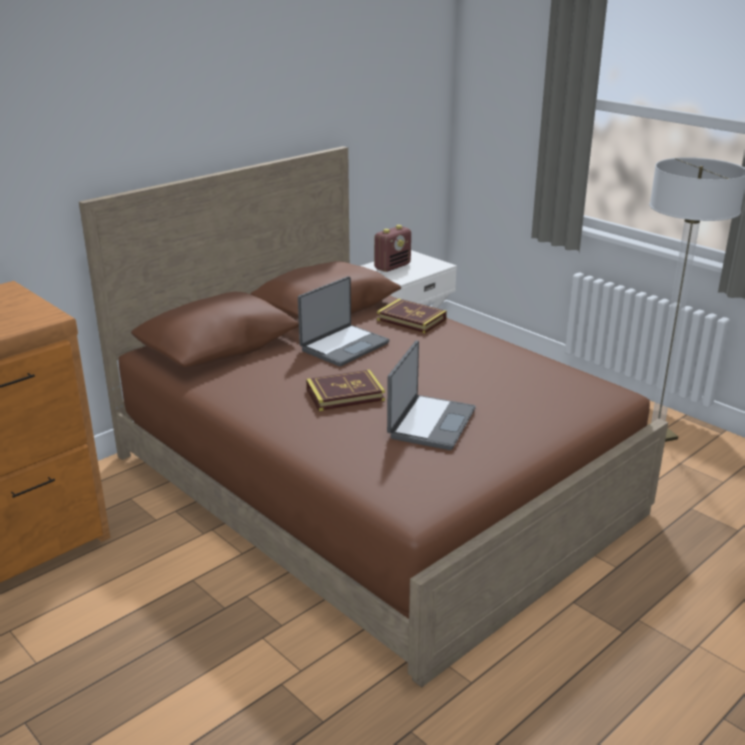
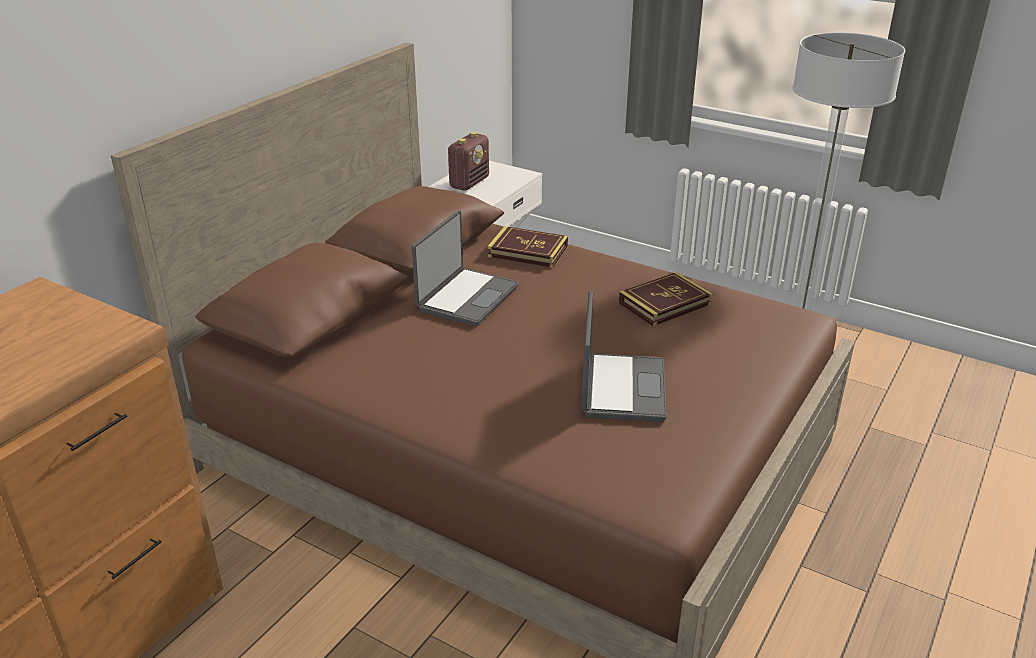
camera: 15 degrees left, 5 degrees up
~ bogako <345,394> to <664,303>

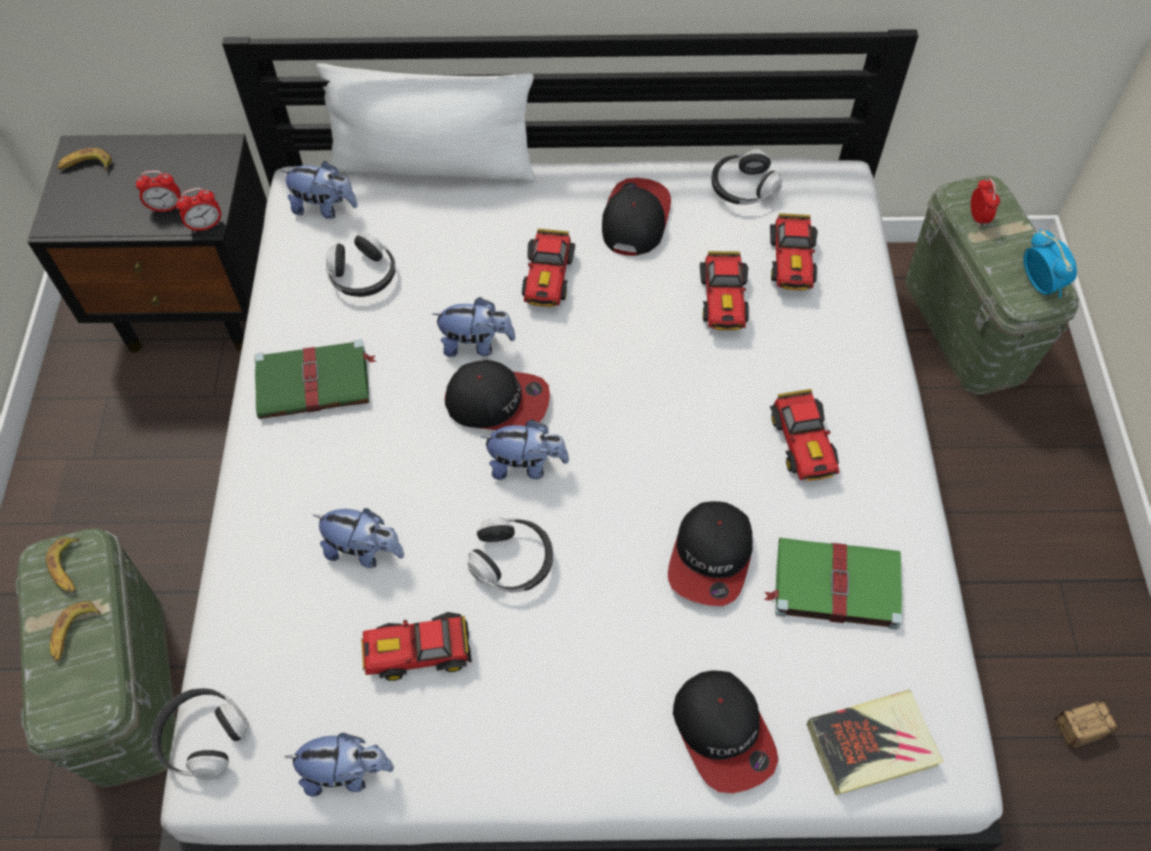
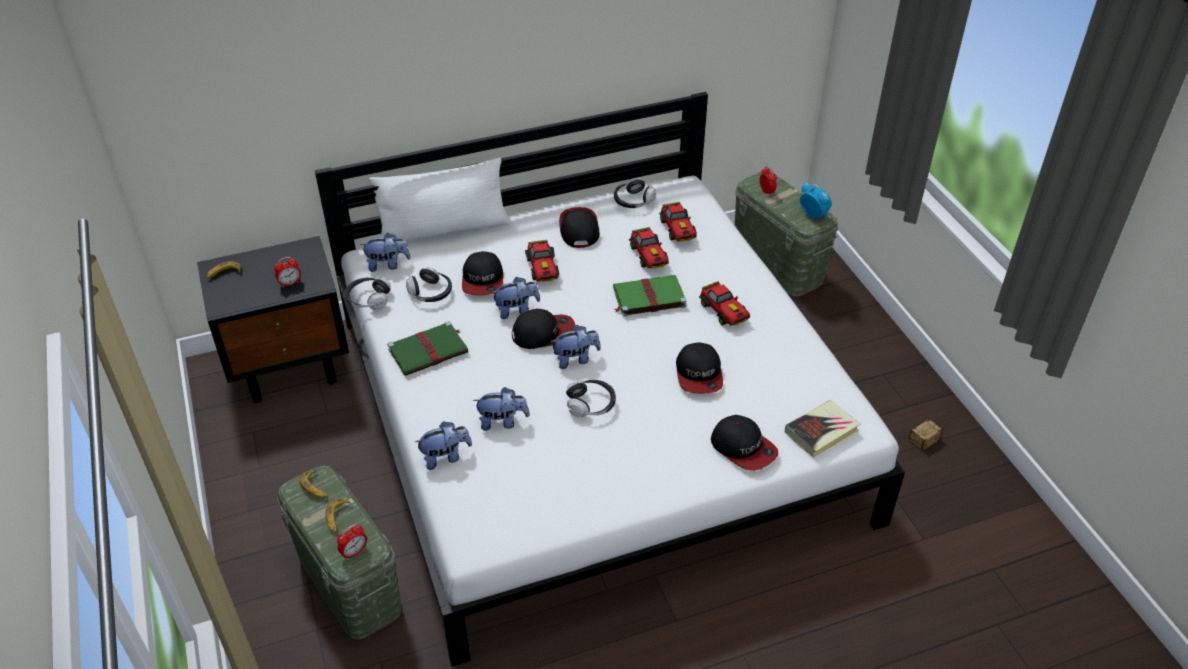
camera: 20 degrees left, 15 degrees down
~ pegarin <206,226> to <354,552>
~ green bogako <834,584> to <648,297>
- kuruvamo <417,652>
~ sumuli <203,737> to <368,299>
~ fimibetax <347,772> to <445,457>
+ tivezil <483,280>

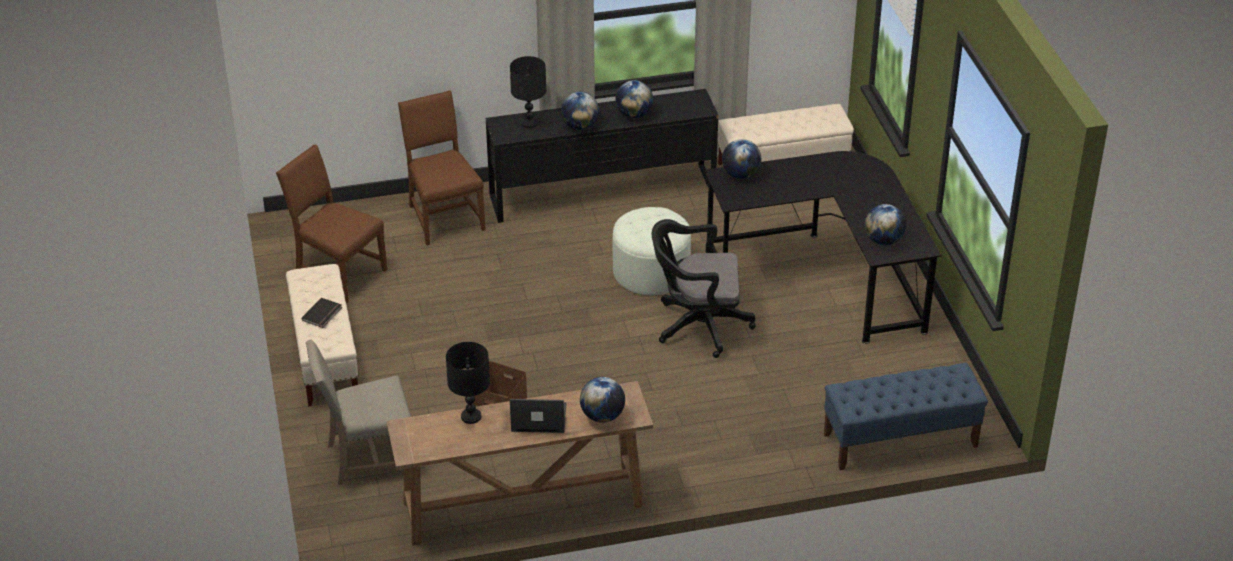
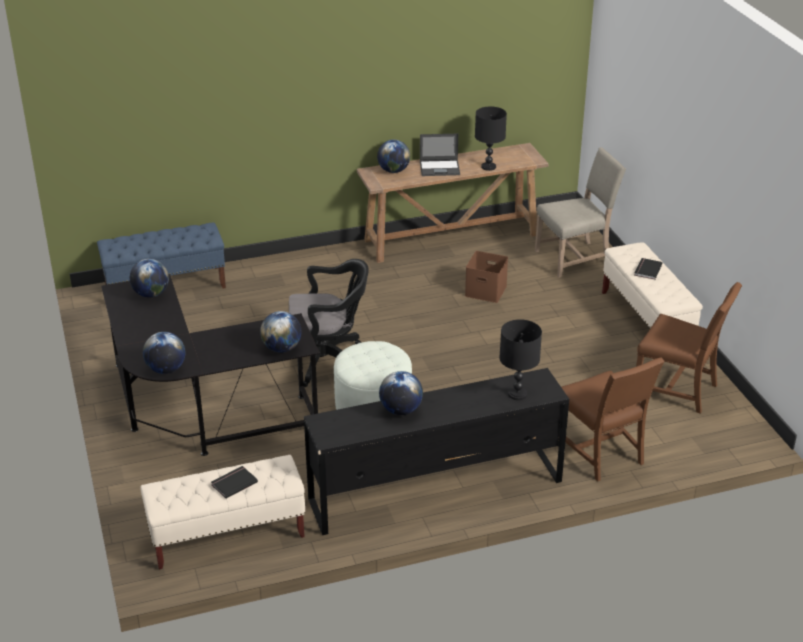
camera: 175 degrees right, 5 degrees down
~ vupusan <580,126> to <166,369>
+ black bogako <233,483>

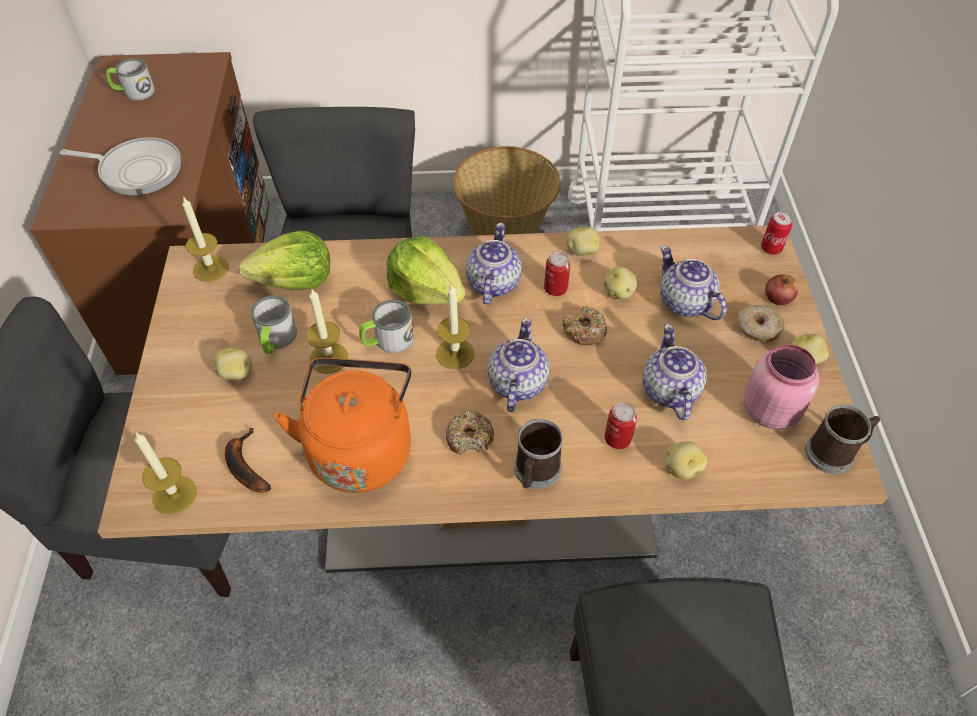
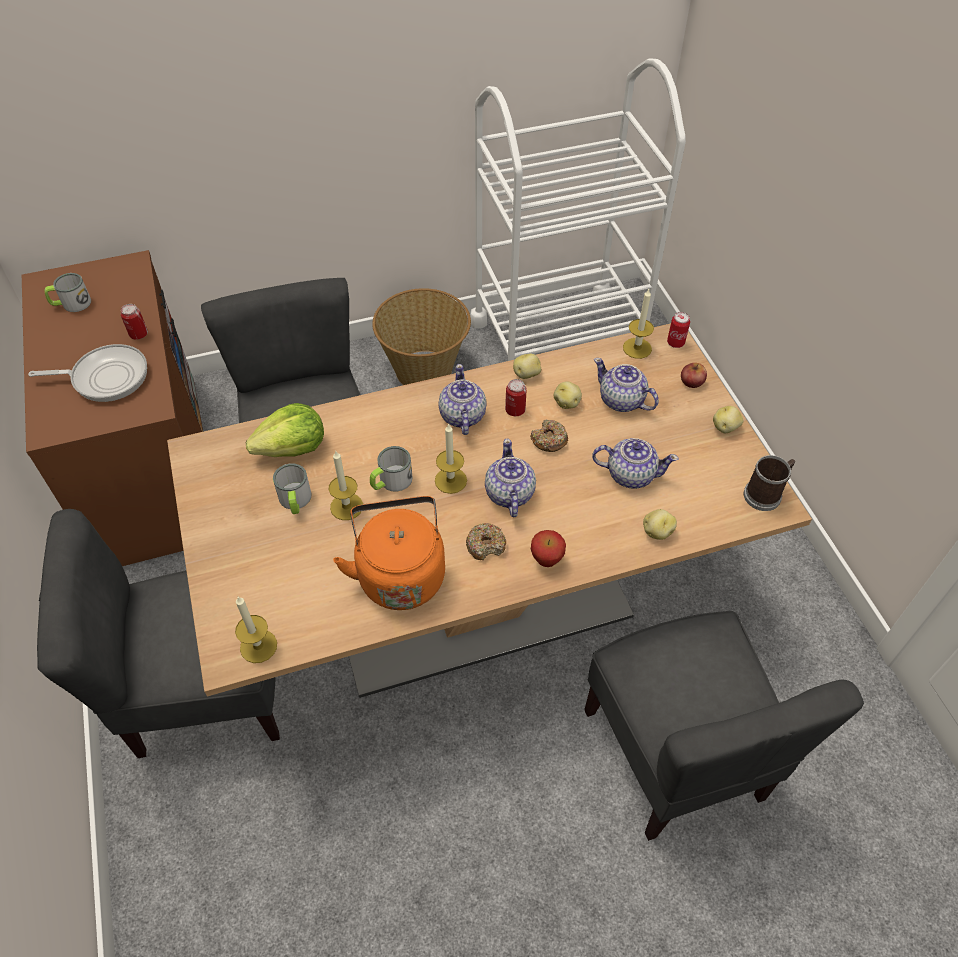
camera: 15 degrees left, 0 degrees up
~ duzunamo <210,268> to <637,348>
- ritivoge <426,289>
- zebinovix <757,328>
~ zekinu <669,391> = <630,474> 120 degrees clockwise
- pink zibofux <768,409>
- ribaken <236,373>
~ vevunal <617,439> to <138,334>
~ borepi <535,472> to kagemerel <546,560>
- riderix <244,466>

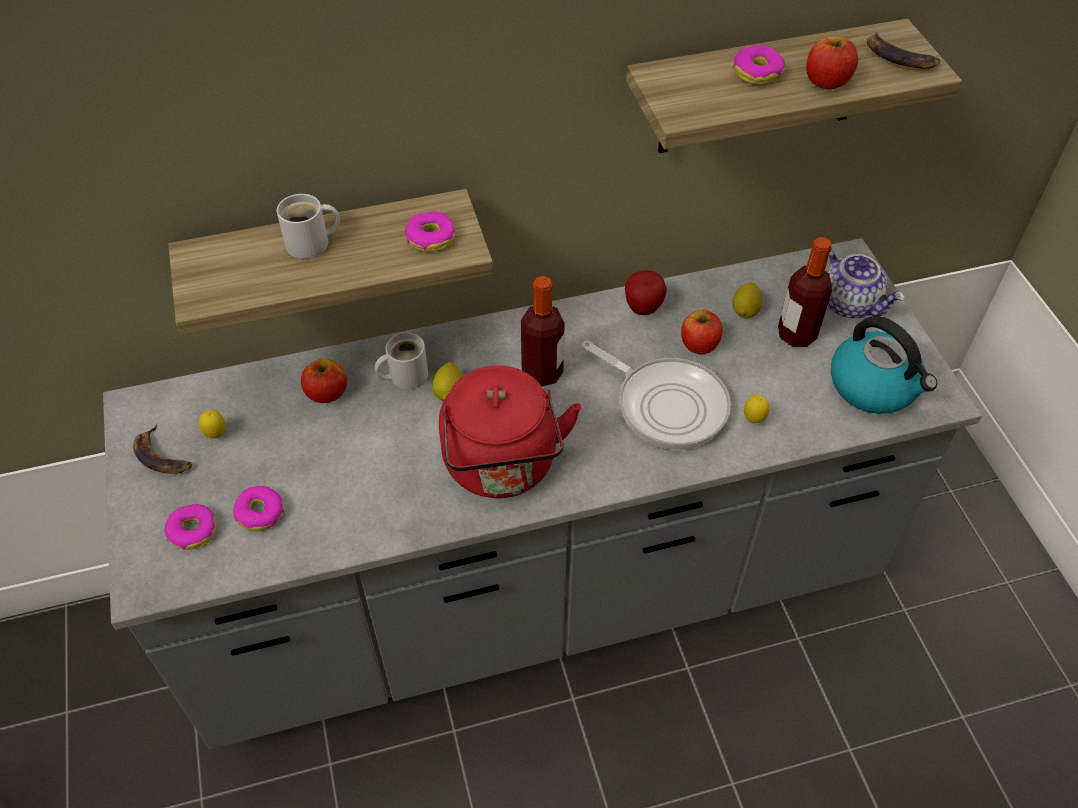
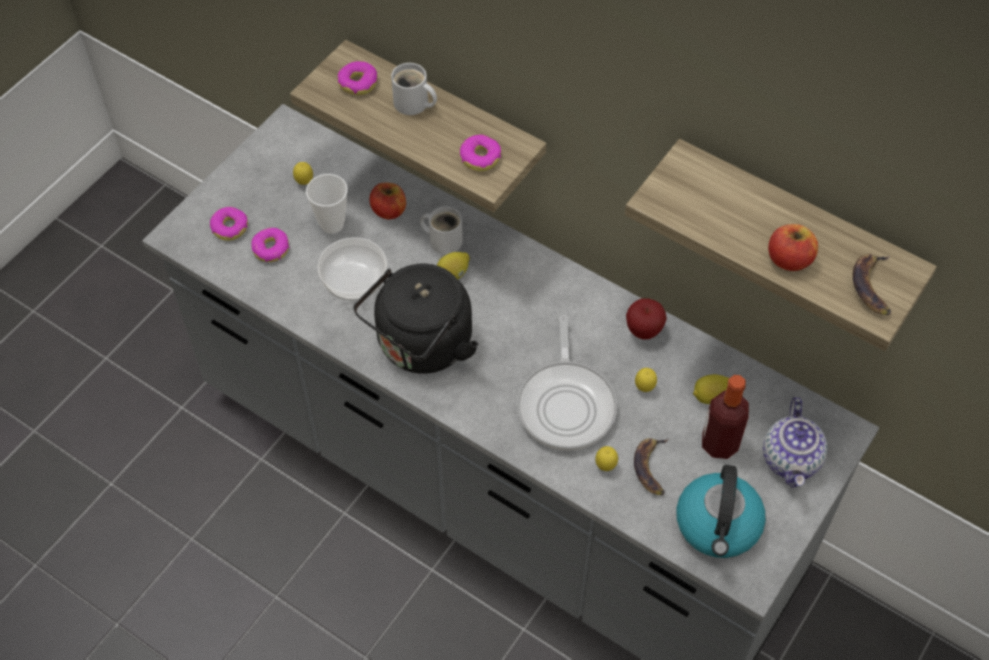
camera: 50 degrees right, 5 degrees up
~ zebinovix <757,72> to <358,83>
- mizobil <542,373>
~ kagemerel <699,344> to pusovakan <644,388>
~ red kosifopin <502,467> to black kosifopin <421,347>
~ riderix <162,456> to <651,468>
+ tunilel <332,224>
+ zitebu <353,280>

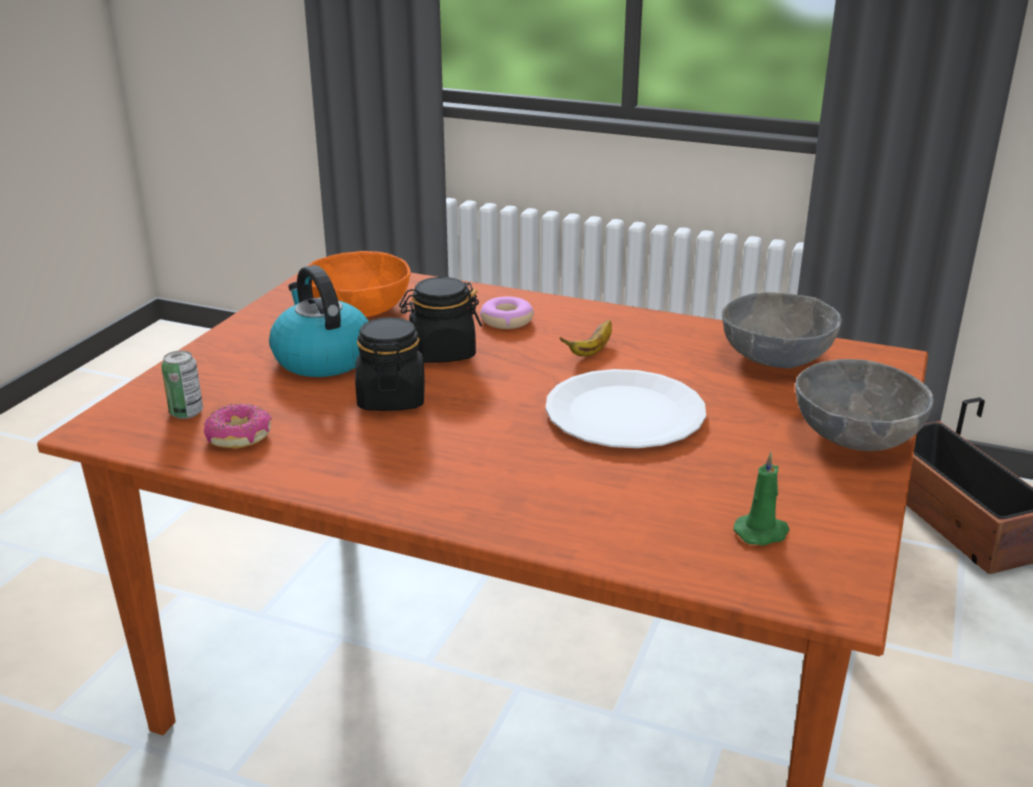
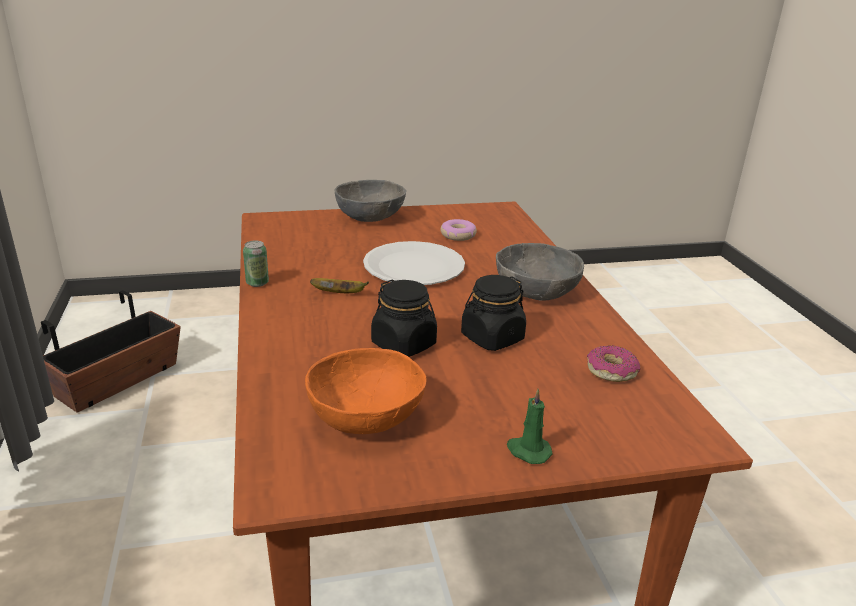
camera: 125 degrees left, 0 degrees up
- kosifopin <321,358>
~ grey zitebu <776,357> to <535,291>
~ zebinovix <506,320> to <458,235>
~ vevunal <186,412> to <257,283>
~ green duzunamo <762,532> to <528,451>

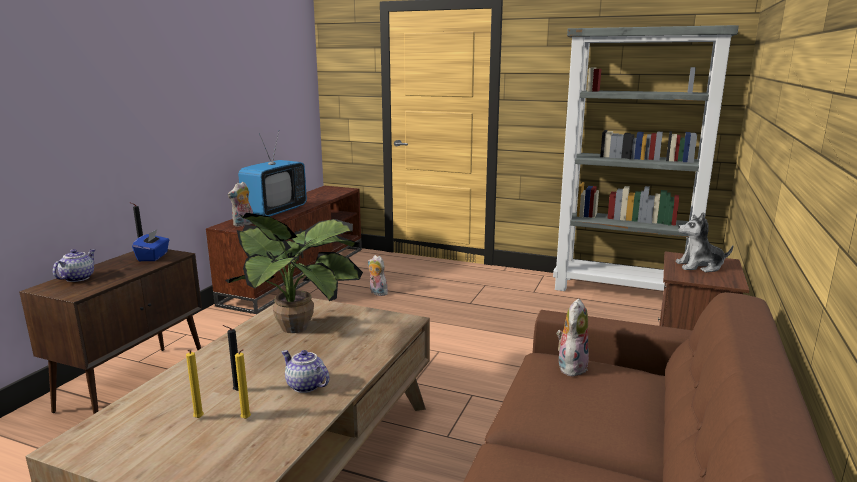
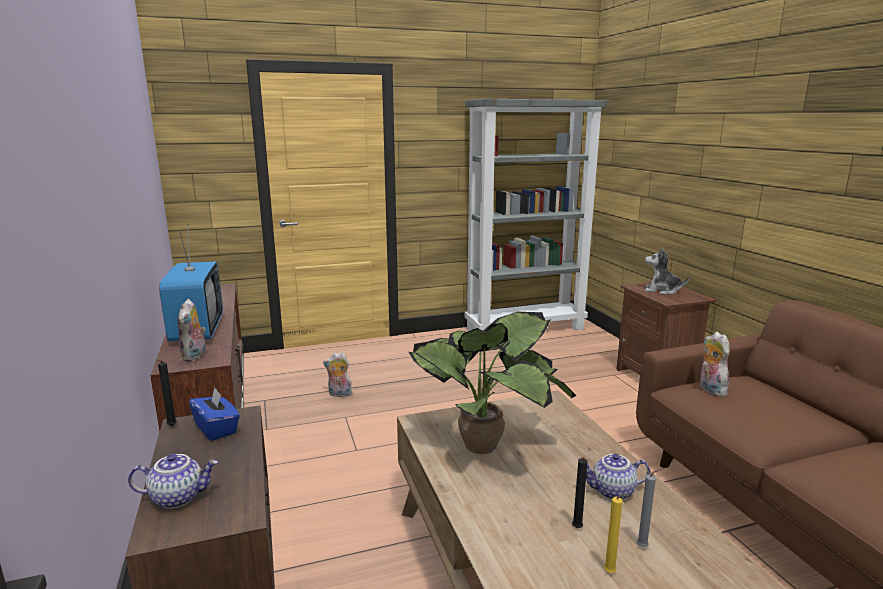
camera: 40 degrees left, 0 degrees up
~ fimibetax <699,266> = <662,291> 60 degrees clockwise
~ zekinu <78,278> = <178,497> 105 degrees clockwise
~ yellow duzunamo <246,419> to grey duzunamo <644,547>

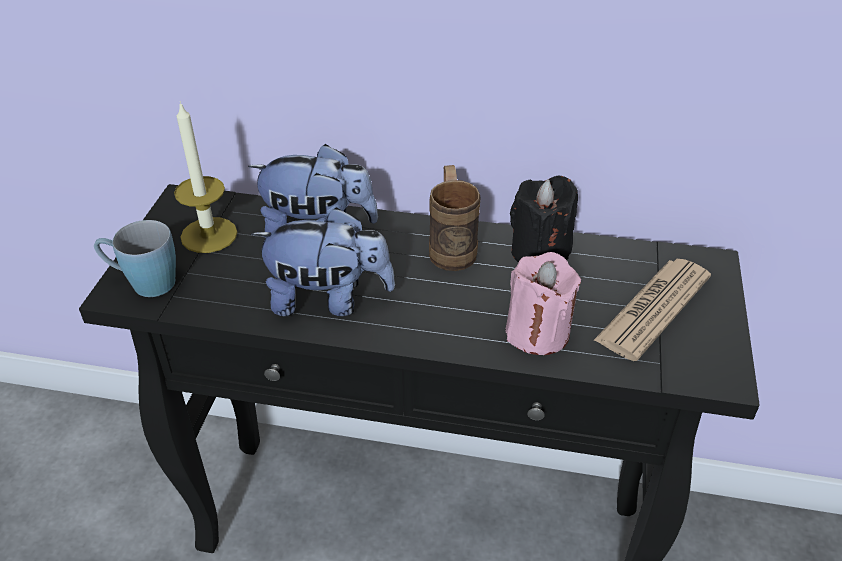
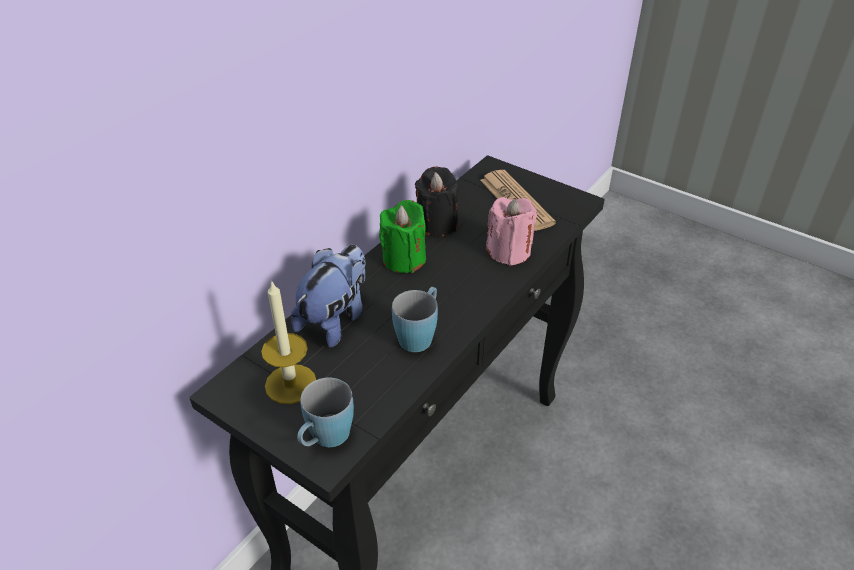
camera: 65 degrees left, 0 degrees up
~ brown borepi <451,247> to green duzunamo <404,259>
~ fimibetax <328,300> to blue borepi <419,334>

